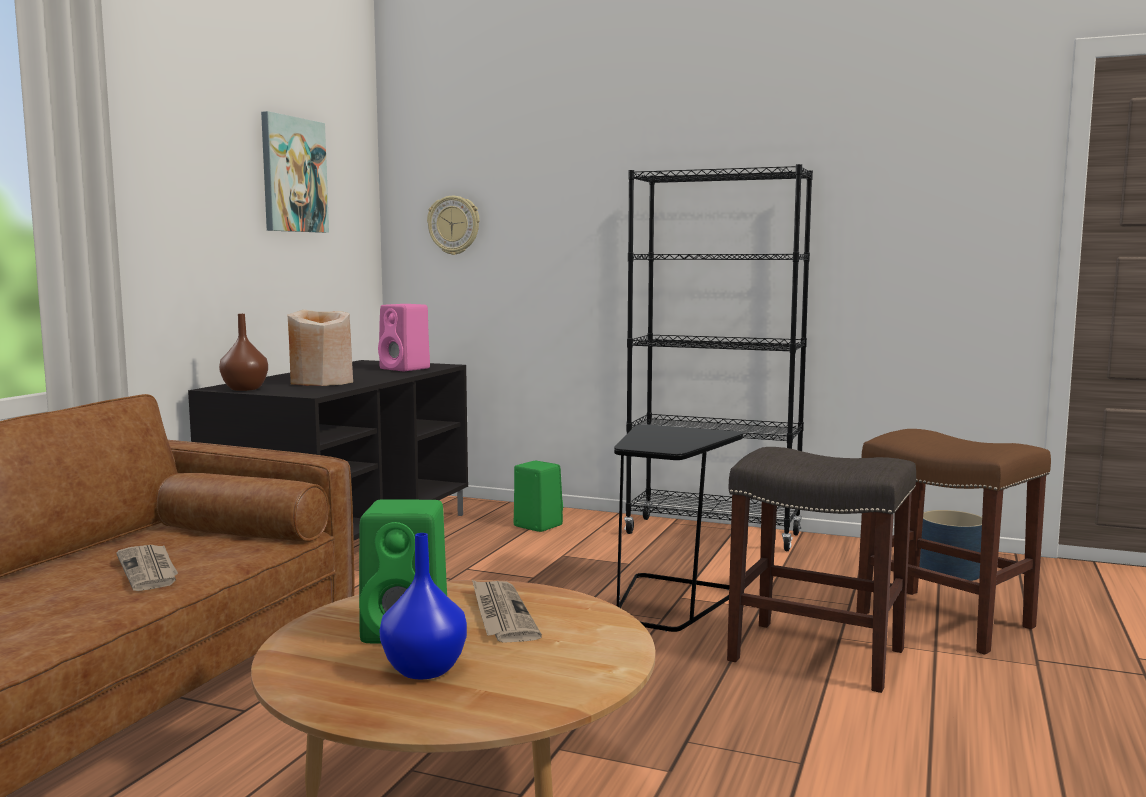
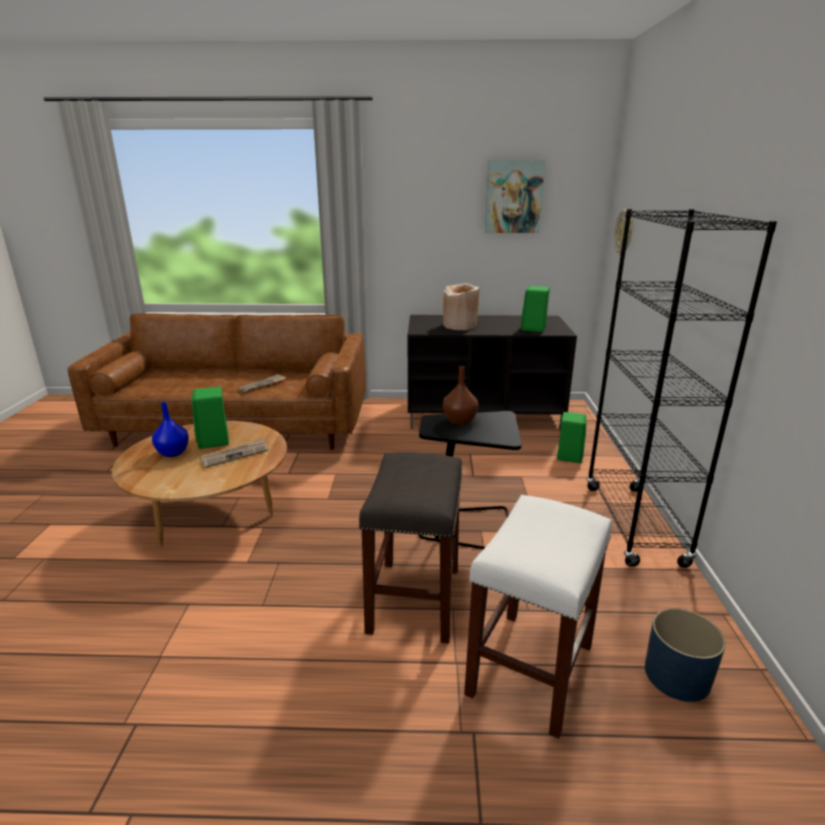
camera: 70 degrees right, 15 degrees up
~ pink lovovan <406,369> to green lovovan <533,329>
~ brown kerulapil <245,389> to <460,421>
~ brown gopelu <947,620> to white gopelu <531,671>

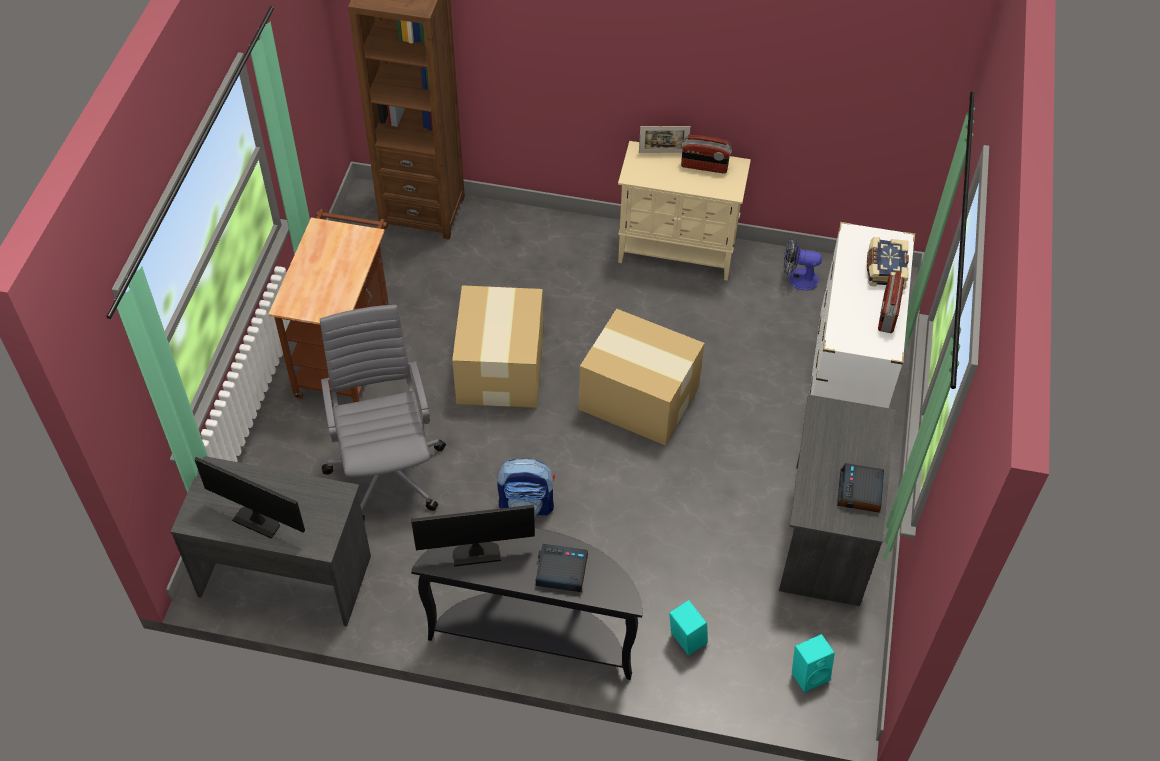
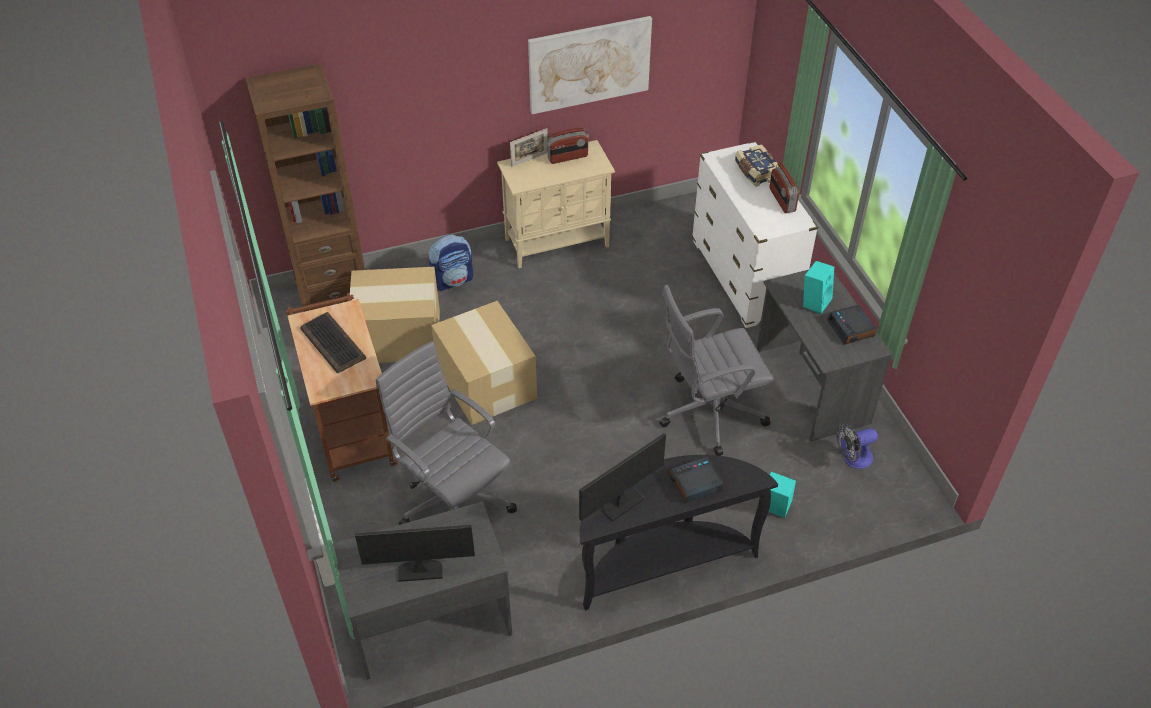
camera: 30 degrees left, 5 degrees down
~ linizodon <797,278> to <853,459>
~ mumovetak <640,399> to <400,336>
~ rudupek <527,505> to <453,280>
~ turquoise lovovan <809,674> to <814,302>
+ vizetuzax <589,64>
+ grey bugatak <708,412>
+ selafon <334,344>

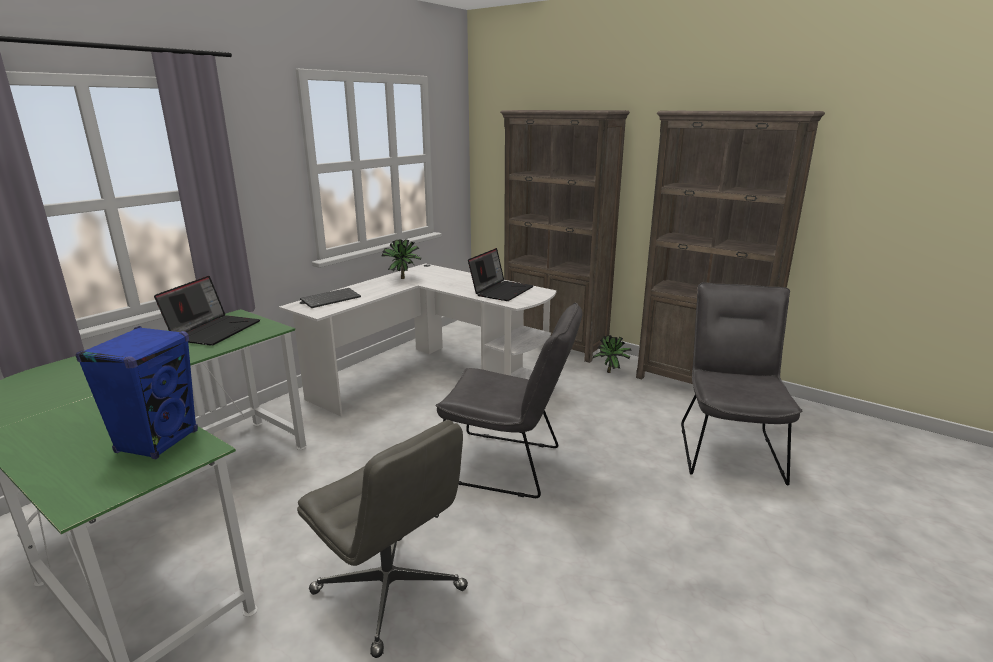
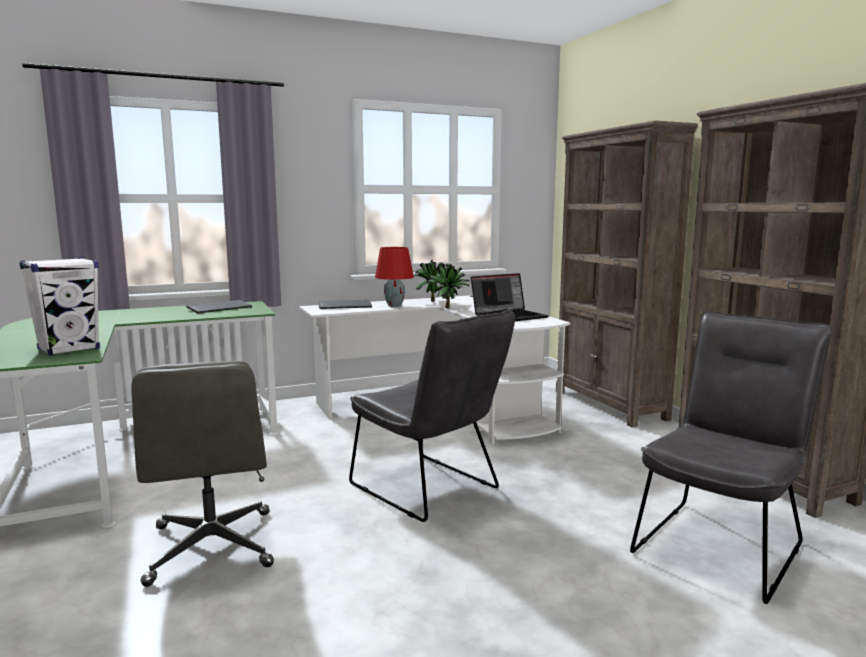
camera: 30 degrees right, 10 degrees down
~ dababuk <214,330> to selafon <220,308>
~ blue lovovan <158,441> to white lovovan <69,349>
~ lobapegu <611,372> to <449,308>
+ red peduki <394,306>

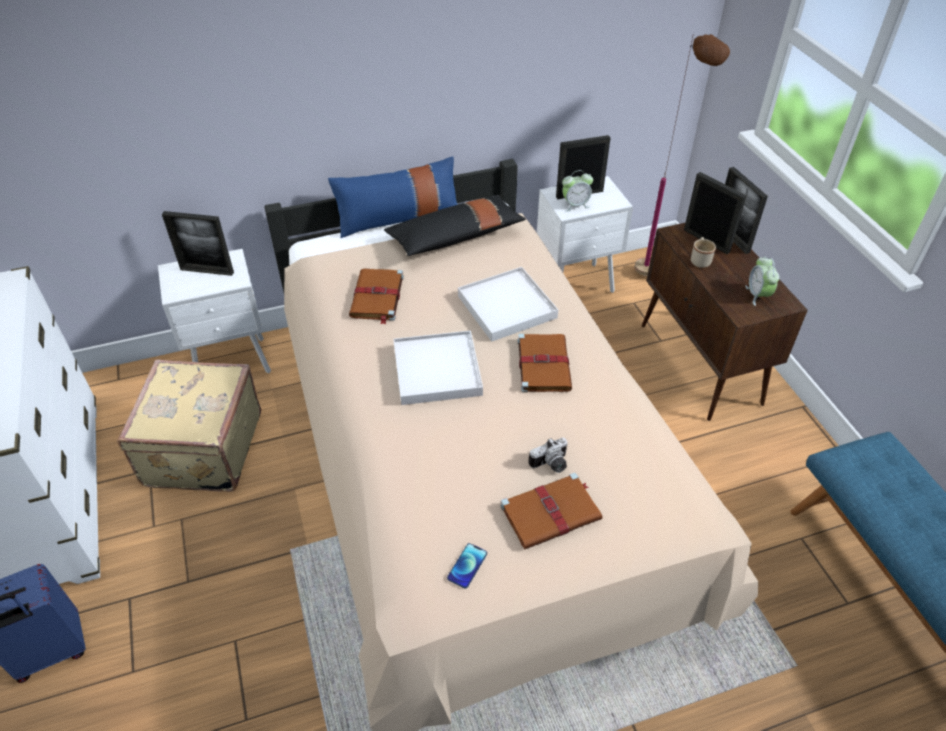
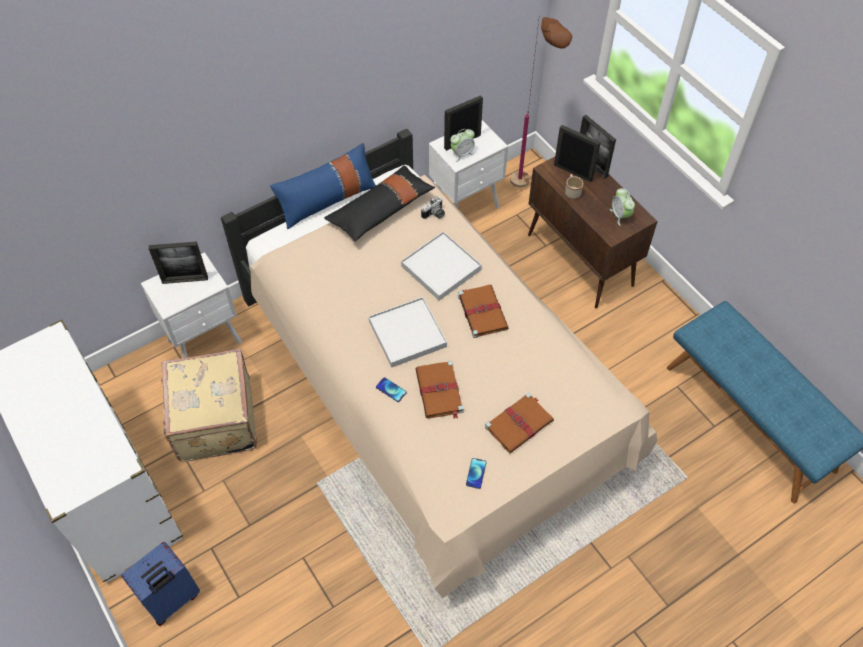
camera: 15 degrees left, 10 degrees up
~ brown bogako <377,297> to <439,392>
~ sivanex <551,465> to <435,214>
+ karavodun <391,390>

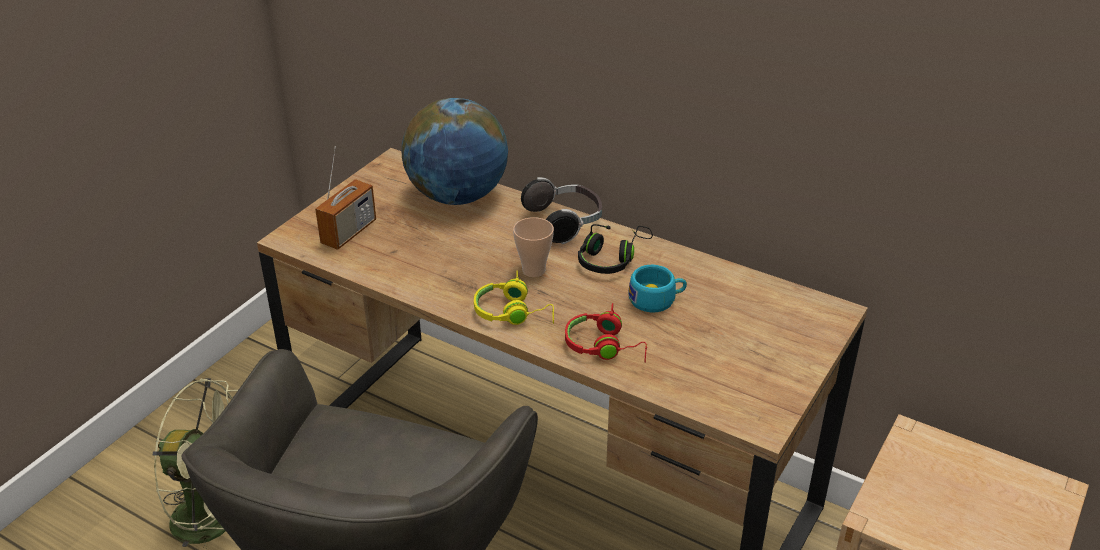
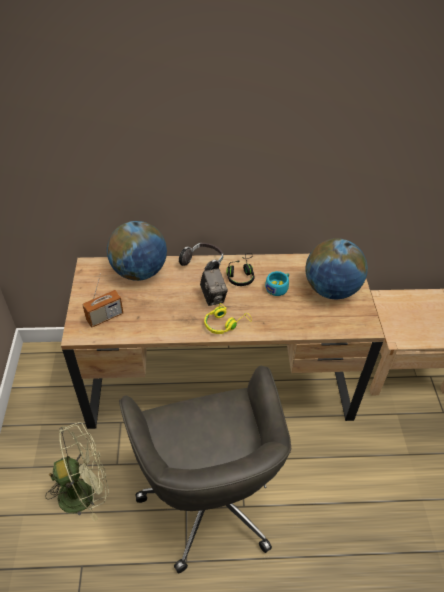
camera: 35 degrees left, 10 degrees up
~ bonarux <349,232> = <105,317> 60 degrees clockwise
~ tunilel <533,270> to sivanex <213,297>
- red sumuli <605,346>
+ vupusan <331,290>

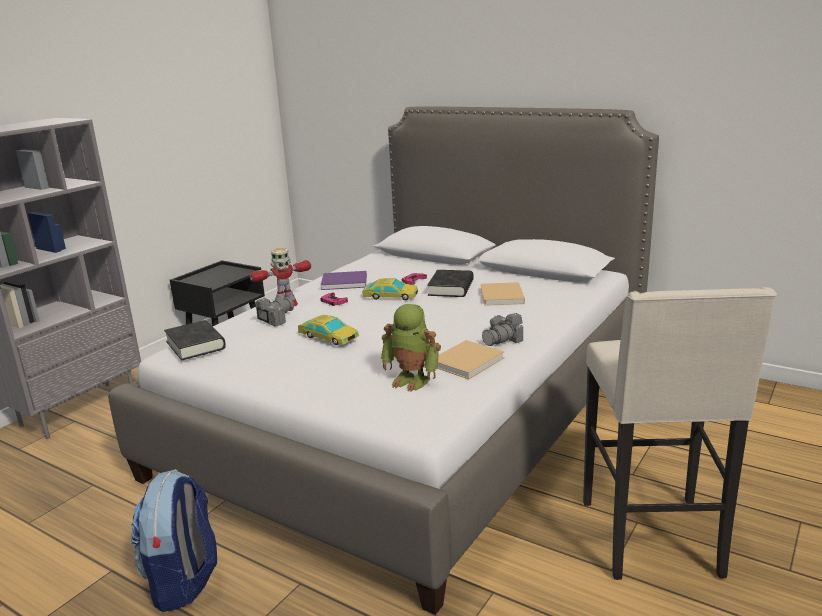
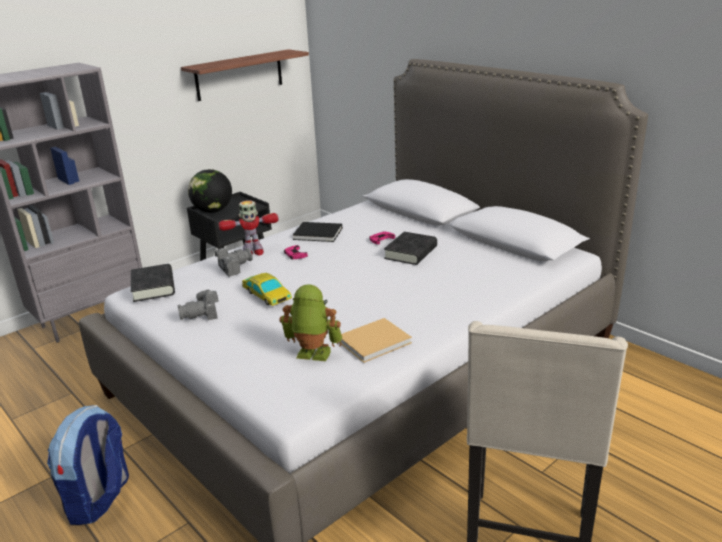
camera: 15 degrees right, 5 degrees up
~ purple bogako <346,282> to black bogako <319,234>
- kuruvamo <390,296>
- beige bogako <502,296>
~ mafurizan <412,380> = <312,355> 150 degrees clockwise
~ sivanex <503,340> to <202,314>
+ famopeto <239,75>
+ vupusan <213,211>

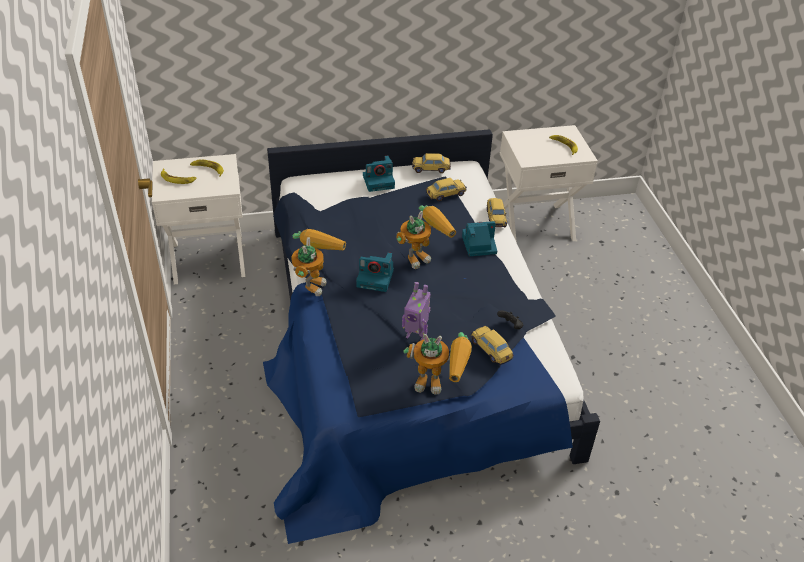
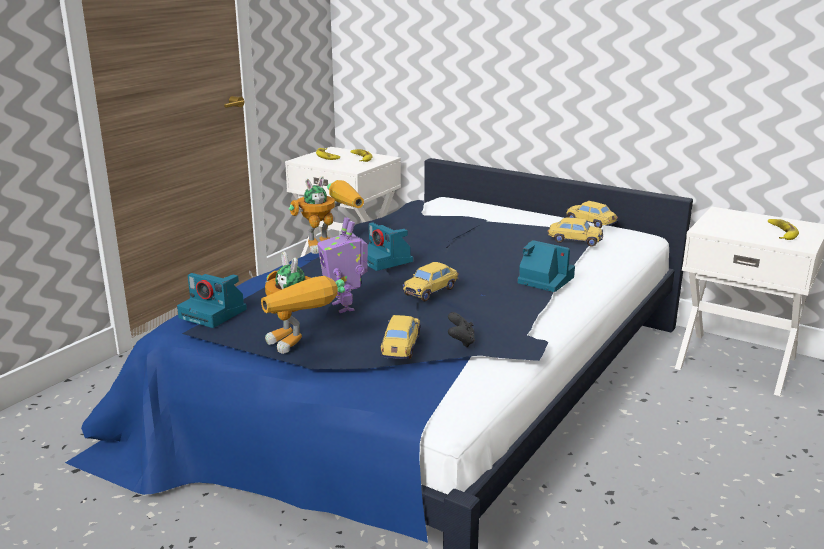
camera: 45 degrees right, 20 degrees down
~ sivanex <379,181> to <214,313>
~ kuruvamo <495,218> to <431,291>
- mafurizan <423,255>

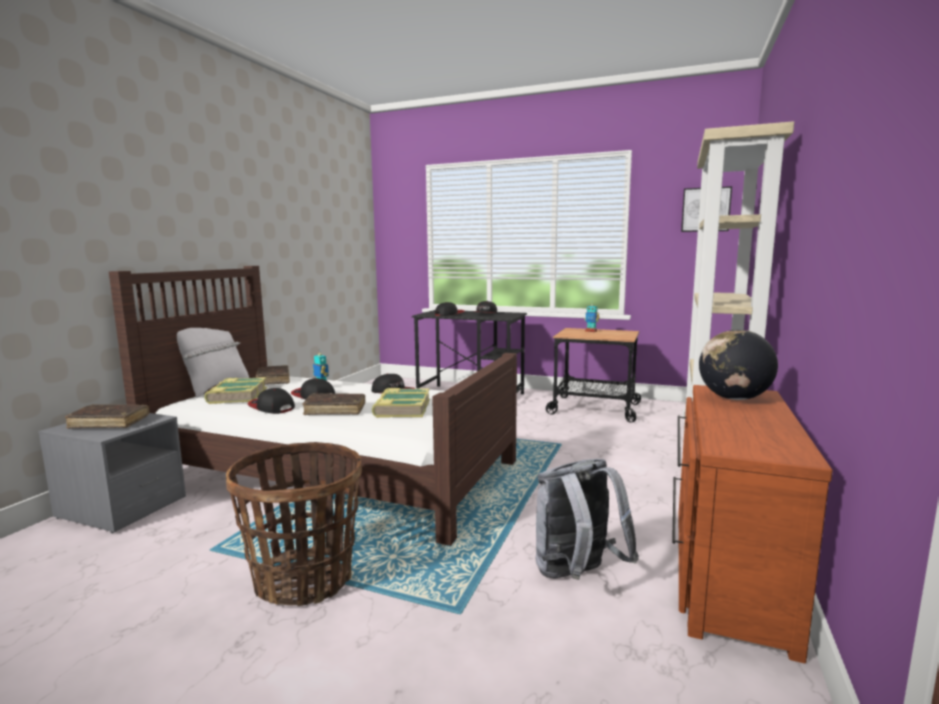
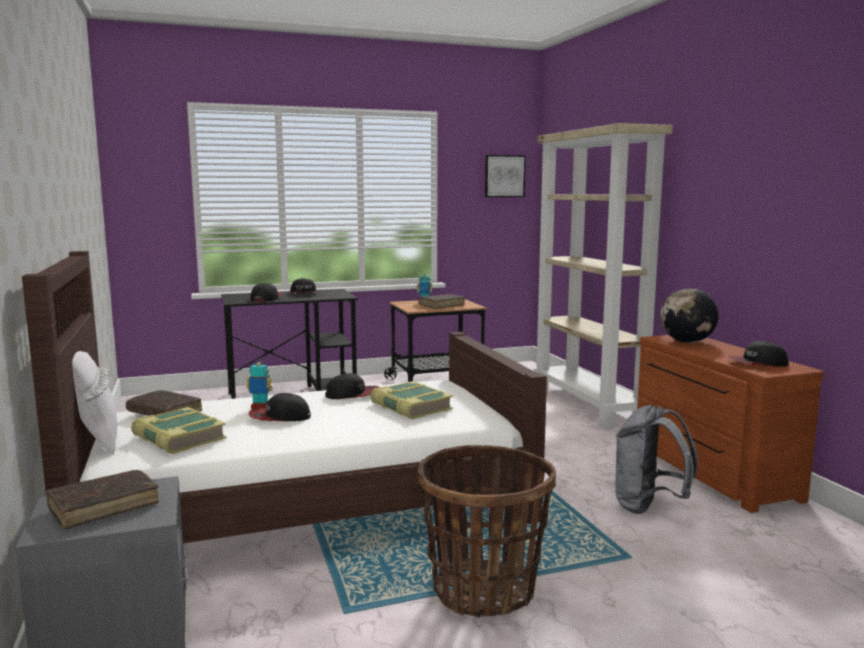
camera: 40 degrees left, 0 degrees up
~ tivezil <271,407> to <757,363>
~ brown bogako <335,410> to <441,306>

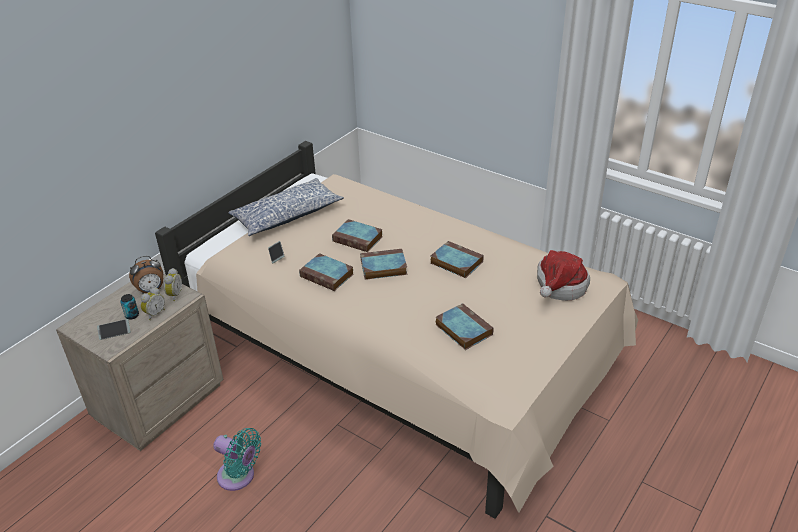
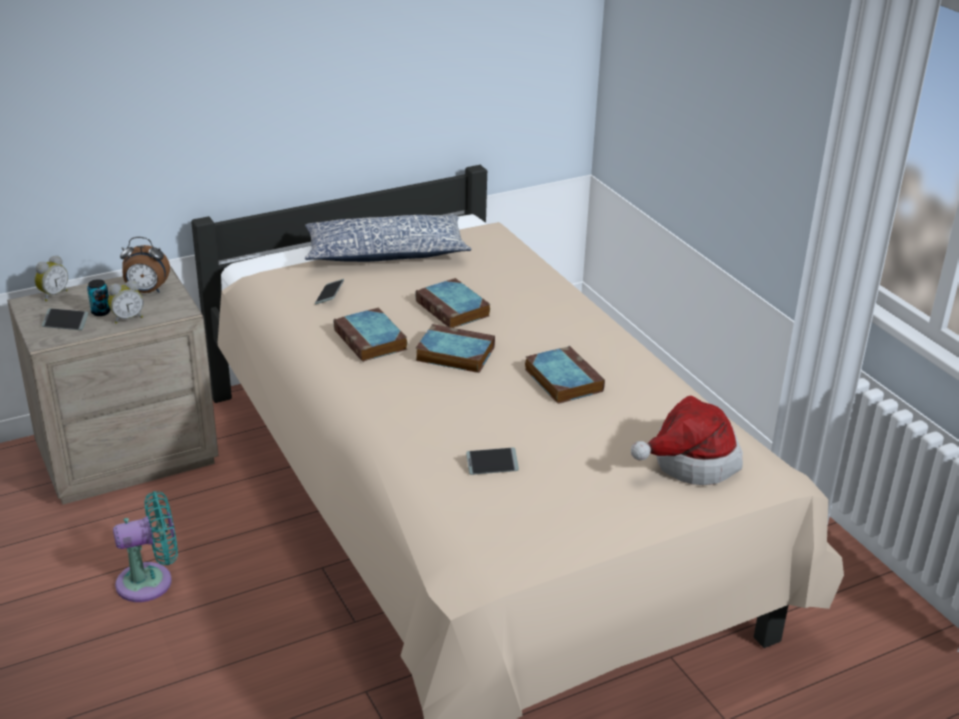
camera: 25 degrees right, 5 degrees down
~ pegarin <174,295> to <53,294>
~ bogako <462,329> to karavodun <492,465>
~ turquoise linizodon <239,477> = <150,581> 75 degrees counterclockwise

